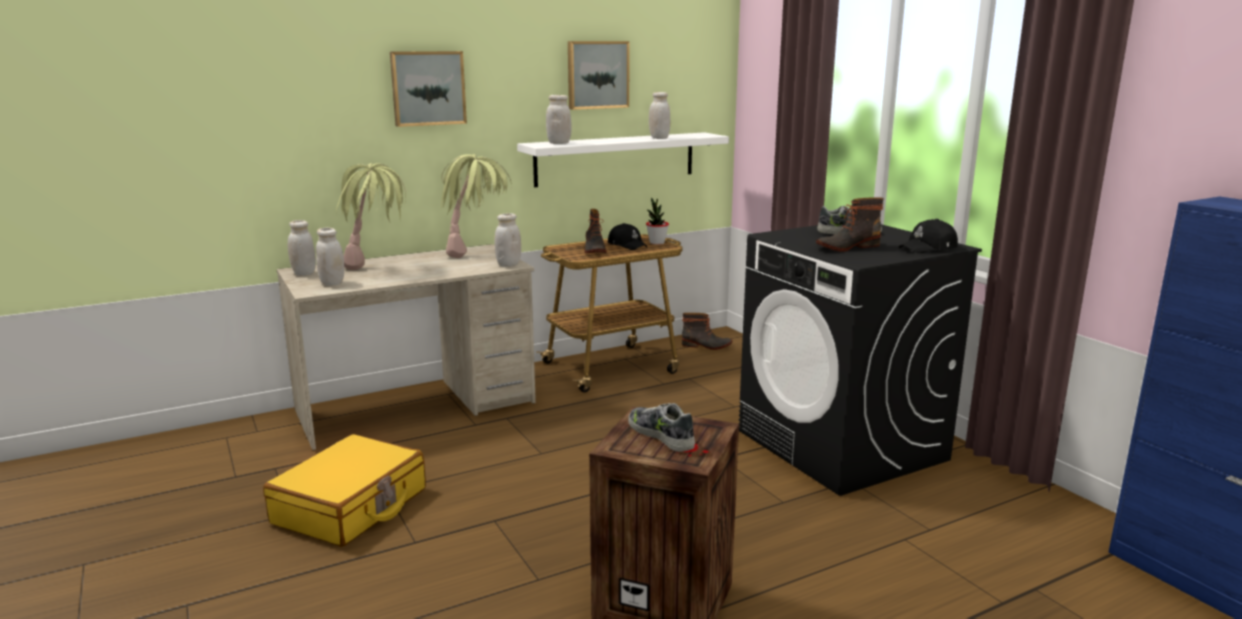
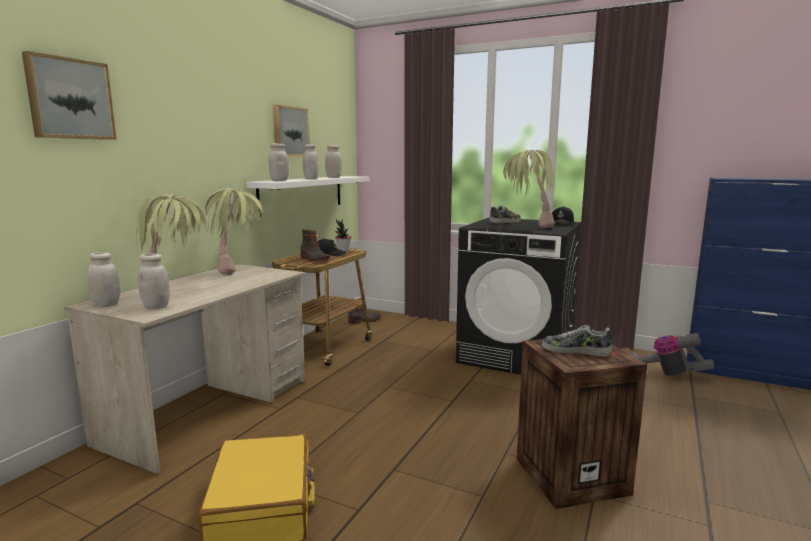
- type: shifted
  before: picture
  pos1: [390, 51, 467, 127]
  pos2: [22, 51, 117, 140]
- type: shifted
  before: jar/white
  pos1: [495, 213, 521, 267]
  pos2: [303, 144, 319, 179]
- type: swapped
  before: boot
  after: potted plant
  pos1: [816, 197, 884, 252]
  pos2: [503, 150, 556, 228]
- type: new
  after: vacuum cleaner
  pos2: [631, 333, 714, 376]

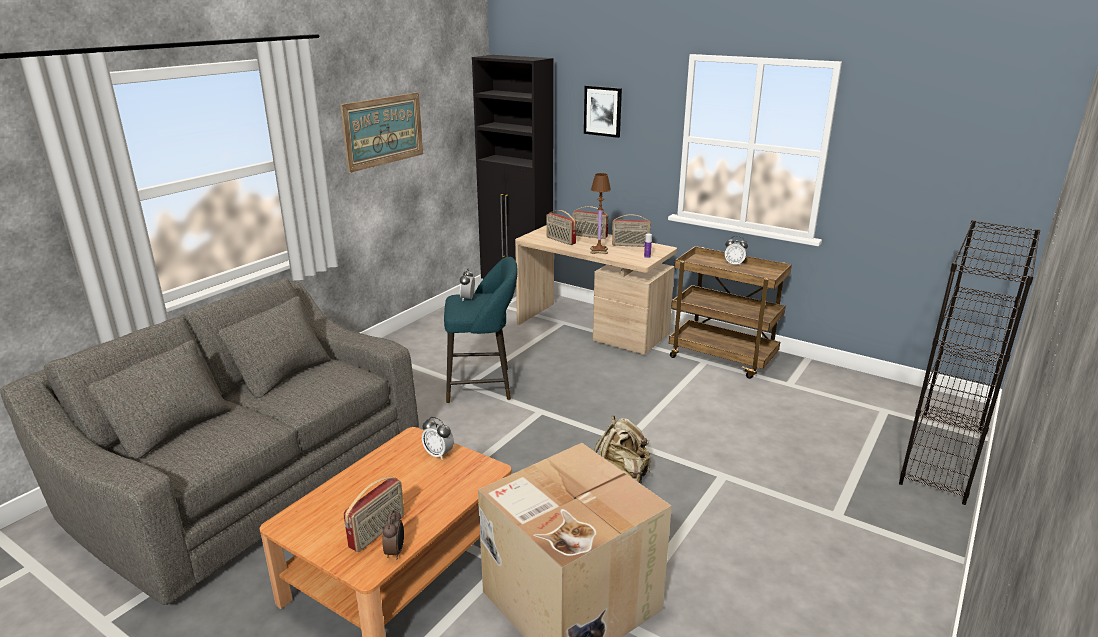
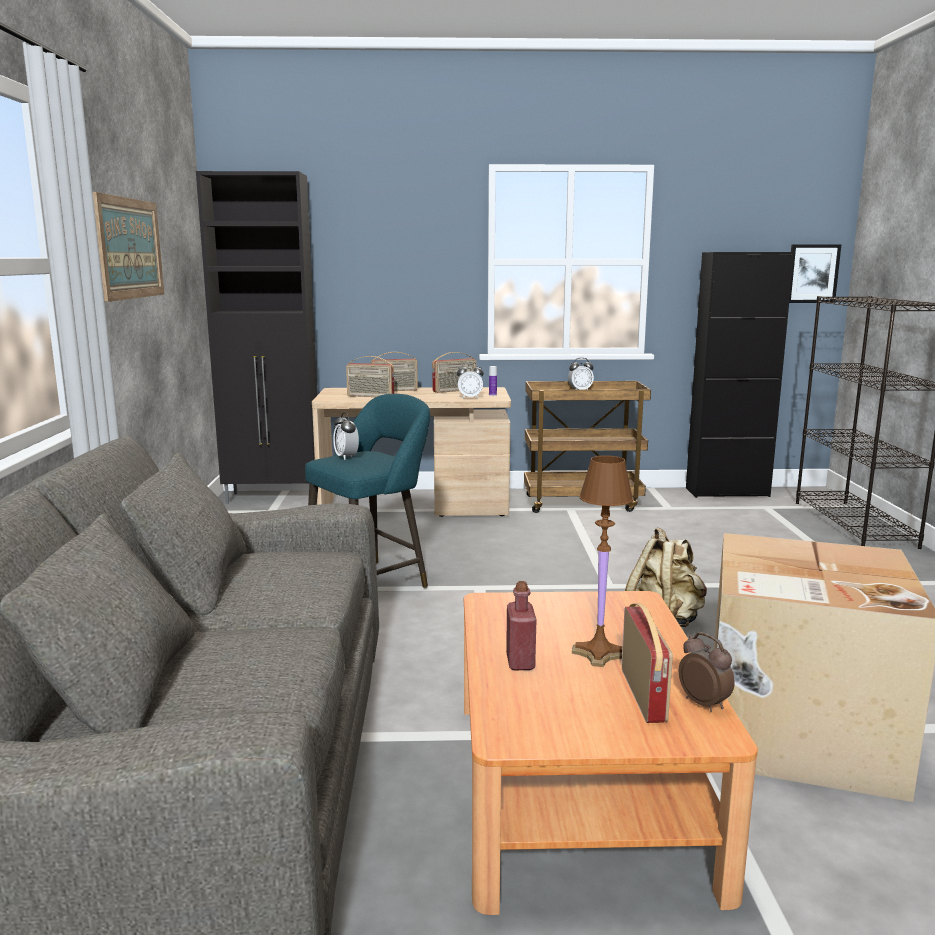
- type: shifted
  before: alarm clock
  pos1: [422, 417, 454, 460]
  pos2: [457, 362, 484, 399]
- type: new
  after: bottle/red
  pos2: [506, 581, 537, 670]
- type: shifted
  before: table lamp/brown
  pos1: [590, 173, 611, 254]
  pos2: [572, 456, 633, 667]
- type: new
  after: cabinet/black
  pos2: [686, 252, 794, 498]
- type: shifted
  before: picture
  pos1: [584, 85, 622, 138]
  pos2: [789, 245, 841, 303]

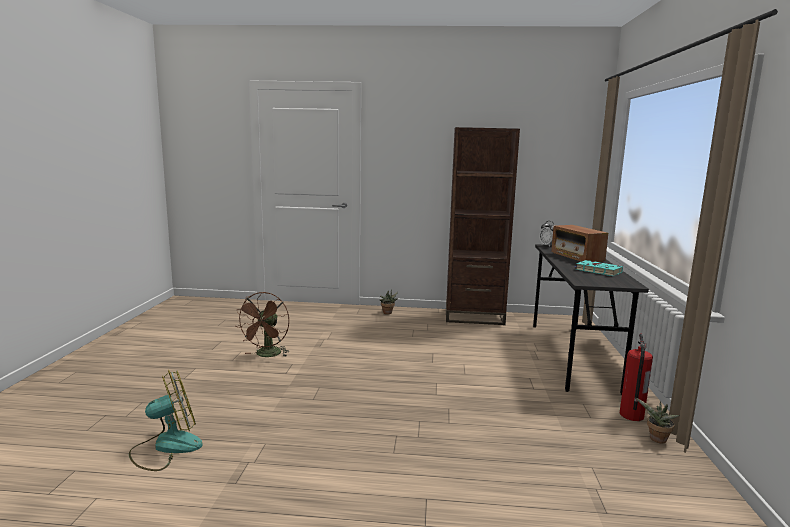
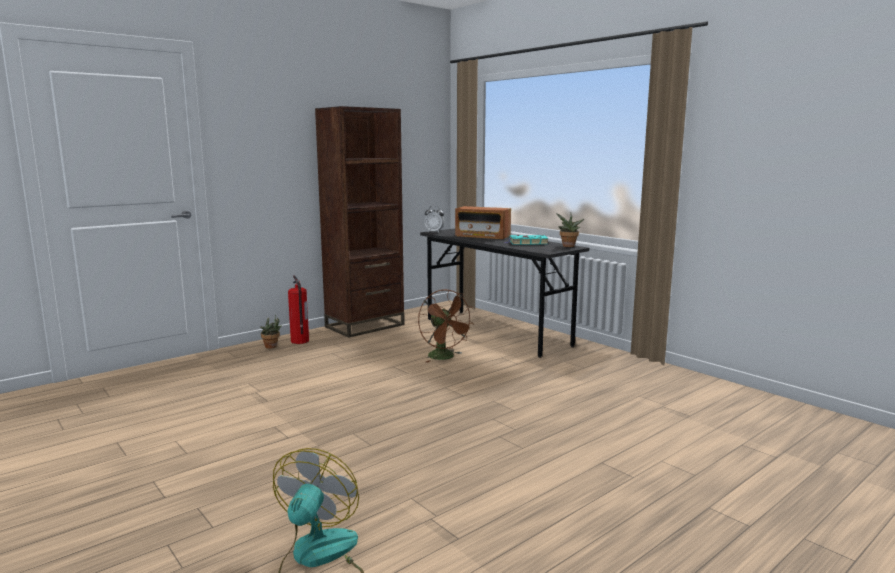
- type: shifted
  before: fire extinguisher
  pos1: [620, 334, 653, 421]
  pos2: [288, 275, 309, 344]
- type: shifted
  before: fan/brown
  pos1: [236, 292, 290, 357]
  pos2: [418, 289, 474, 363]
- type: shifted
  before: potted plant
  pos1: [635, 397, 680, 443]
  pos2: [556, 213, 584, 247]

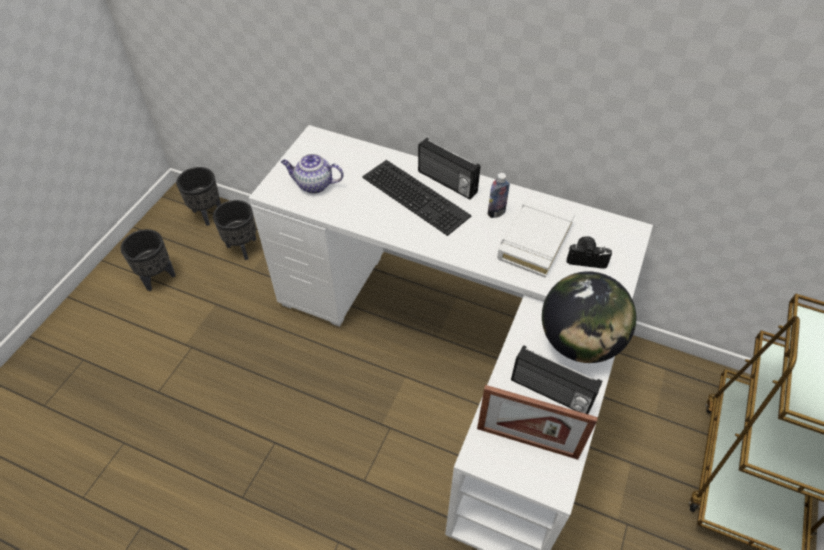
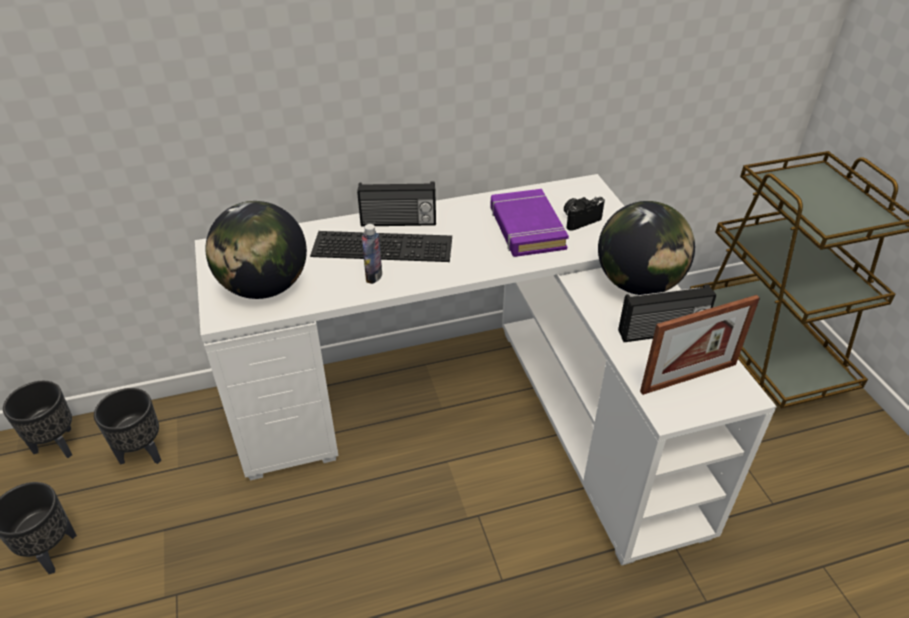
- type: swapped
  before: teapot
  after: globe
  pos1: [281, 154, 344, 194]
  pos2: [205, 201, 307, 299]
- type: shifted
  before: bottle
  pos1: [488, 173, 510, 218]
  pos2: [362, 224, 382, 284]
- type: repainted
  before: book/white
  after: book/purple
  pos1: [497, 198, 575, 278]
  pos2: [490, 189, 569, 257]

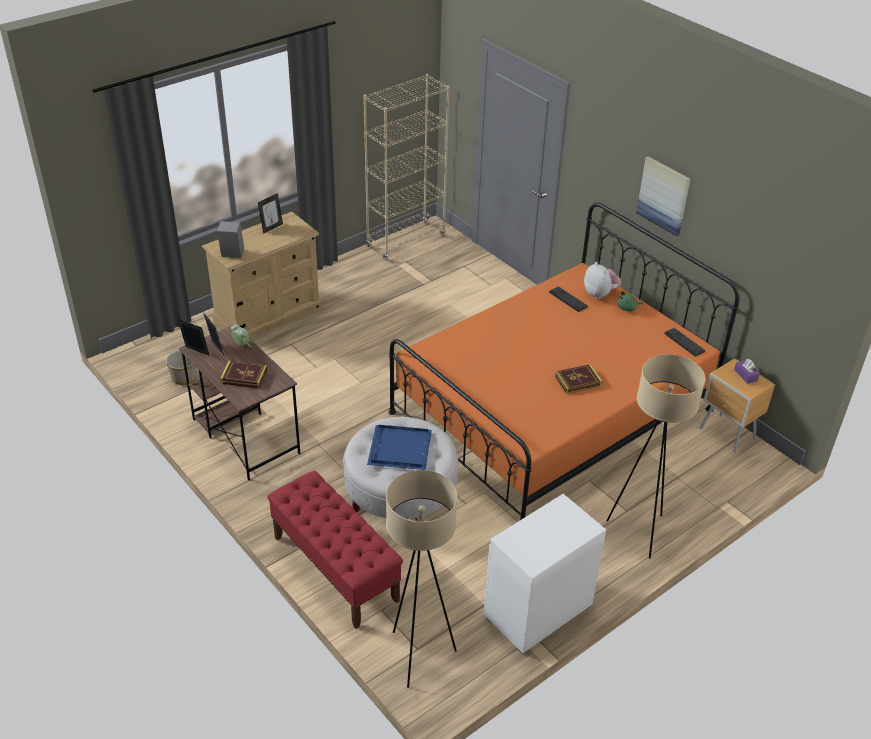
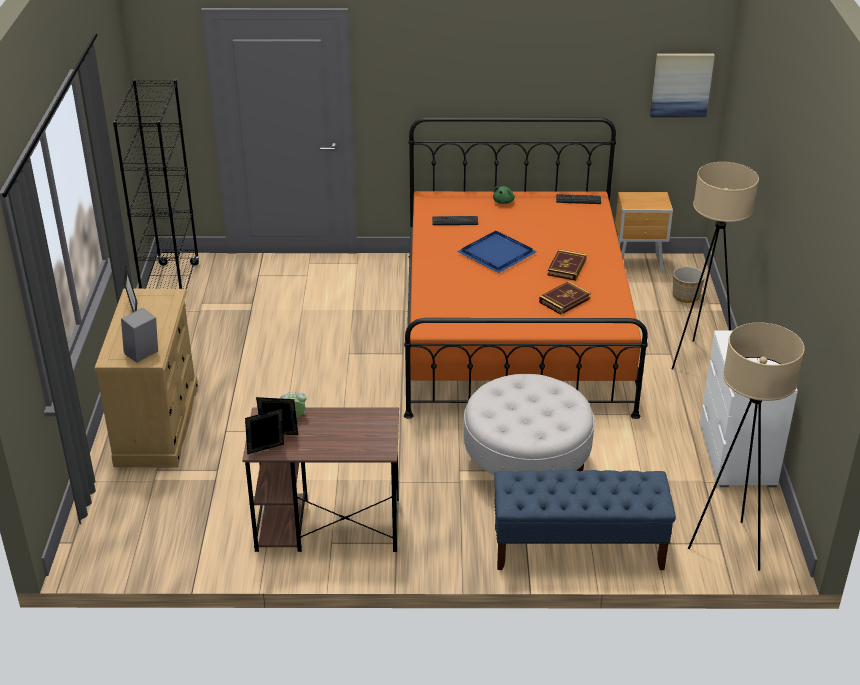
- type: repainted
  before: bookcase/beige
  after: bookcase/black
  pos1: [363, 74, 450, 261]
  pos2: [113, 79, 200, 306]
- type: shifted
  before: tray/blue
  pos1: [367, 425, 432, 470]
  pos2: [457, 231, 537, 273]
- type: repainted
  before: bench/red
  after: bench/blue
  pos1: [267, 471, 403, 629]
  pos2: [494, 470, 676, 570]
- type: shifted
  before: book
  pos1: [220, 361, 267, 389]
  pos2: [539, 281, 591, 315]
- type: shifted
  before: picture
  pos1: [636, 156, 691, 237]
  pos2: [650, 54, 715, 117]
- type: shifted
  before: planter
  pos1: [166, 350, 197, 385]
  pos2: [673, 266, 705, 303]
- type: gone
  before: plush toy
  pos1: [584, 262, 621, 299]
- type: gone
  before: tissue box/purple
  pos1: [734, 359, 760, 384]

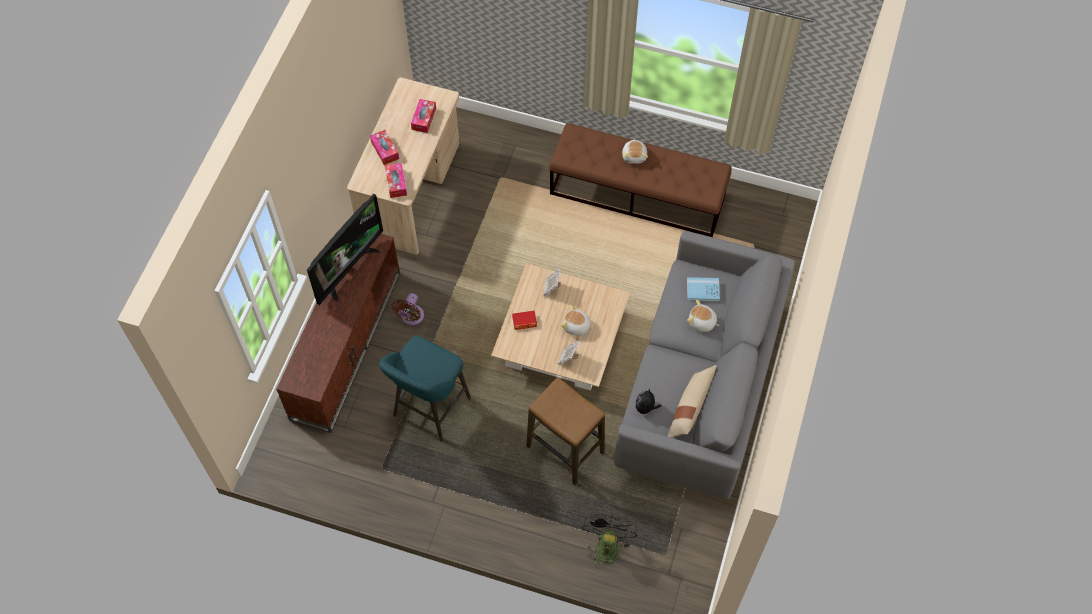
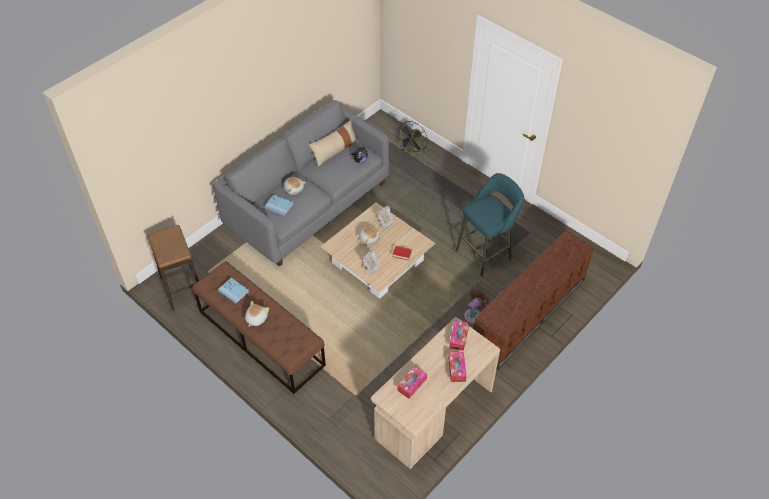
- type: shifted
  before: stool
  pos1: [526, 377, 605, 485]
  pos2: [148, 225, 199, 311]
- type: new
  after: book/blue
  pos2: [218, 278, 249, 304]
- type: gone
  before: television
  pos1: [307, 194, 383, 305]

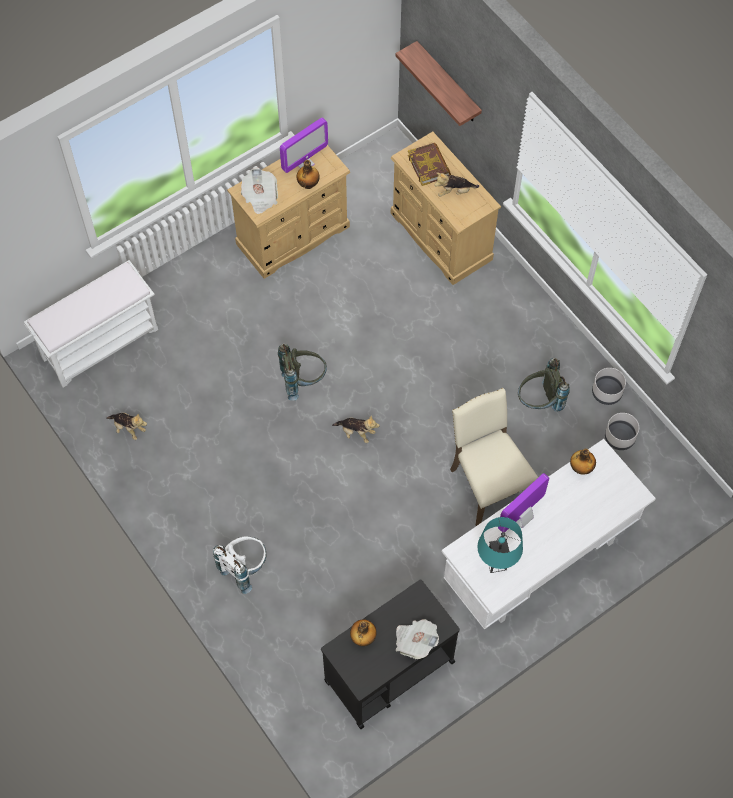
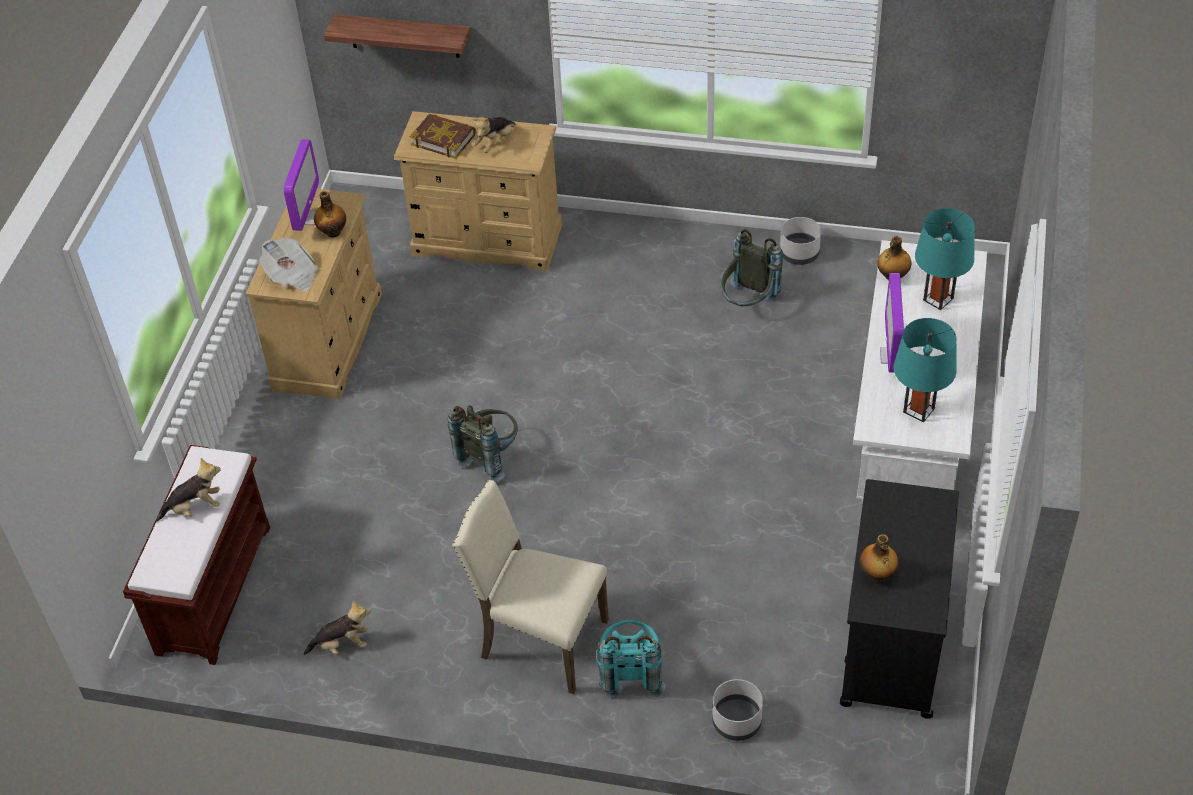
- type: repainted
  before: bench/white
  after: bench/brown
  pos1: [24, 260, 158, 388]
  pos2: [123, 445, 270, 665]
- type: shifted
  before: plush toy
  pos1: [332, 415, 380, 443]
  pos2: [156, 458, 221, 522]
- type: shifted
  before: chair/beige
  pos1: [450, 388, 538, 526]
  pos2: [452, 480, 609, 694]
- type: repainted
  before: backpack/white
  after: backpack/turquoise
  pos1: [213, 536, 266, 594]
  pos2: [597, 620, 666, 698]
- type: shifted
  before: planter/grey
  pos1: [605, 413, 639, 450]
  pos2: [712, 679, 763, 741]
- type: new
  after: table lamp/turquoise
  pos2: [915, 208, 975, 310]
- type: gone
  before: newspaper
  pos1: [396, 619, 439, 659]

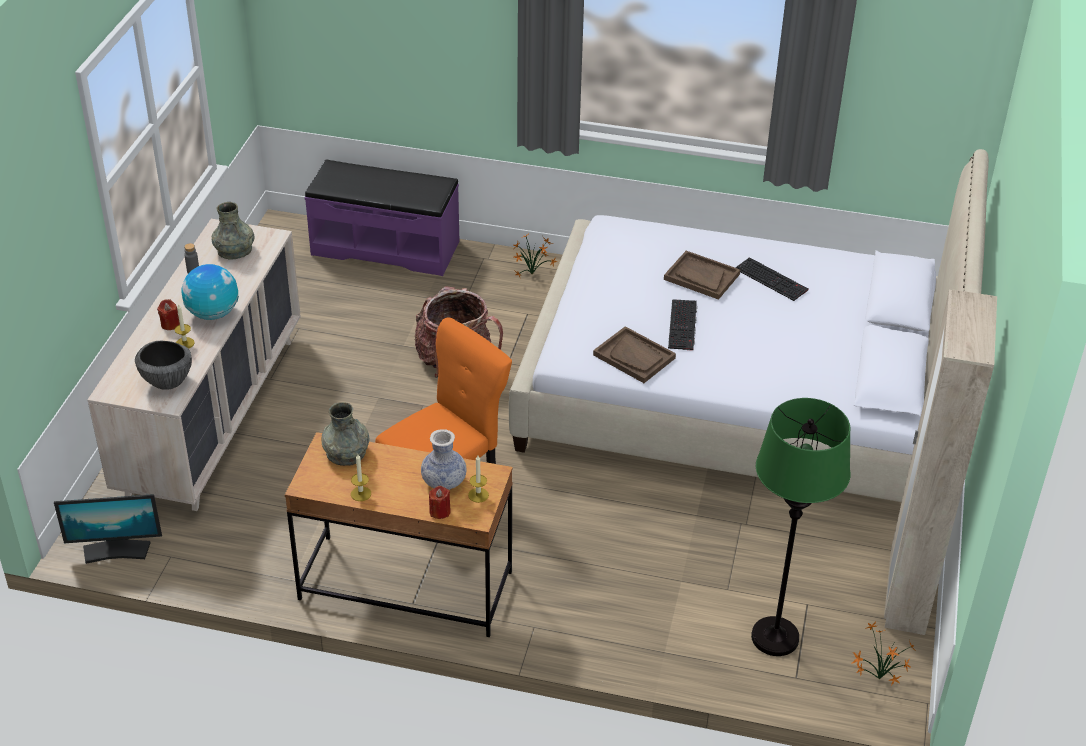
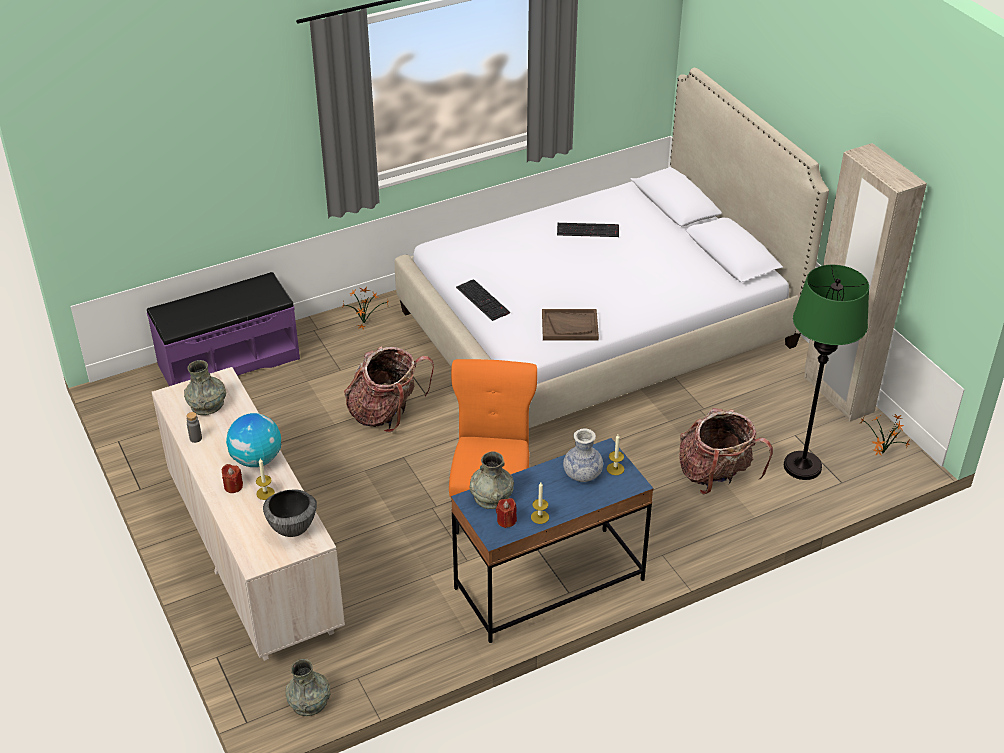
- type: swapped
  before: monitor
  after: vase/grey
  pos1: [54, 494, 162, 564]
  pos2: [285, 659, 330, 716]
- type: repainted
  before: desk/brown
  after: desk/blue
  pos1: [285, 432, 513, 637]
  pos2: [451, 438, 654, 643]
- type: shifted
  before: keyboard
  pos1: [668, 299, 697, 351]
  pos2: [456, 279, 510, 321]
- type: shifted
  before: candle/red
  pos1: [429, 486, 451, 519]
  pos2: [496, 498, 517, 528]
- type: new
  after: backpack
  pos2: [679, 408, 773, 495]
- type: gone
  before: tray/brown
  pos1: [664, 251, 740, 300]

